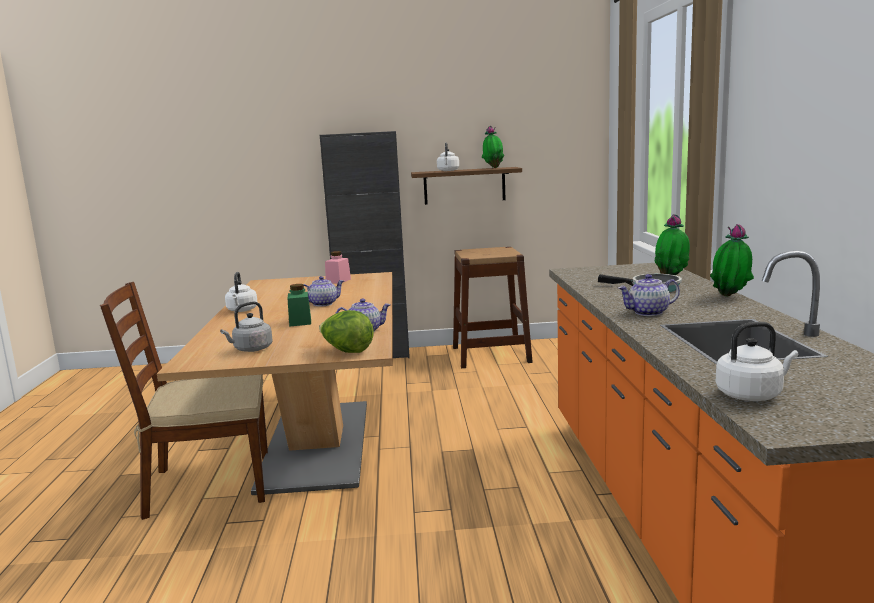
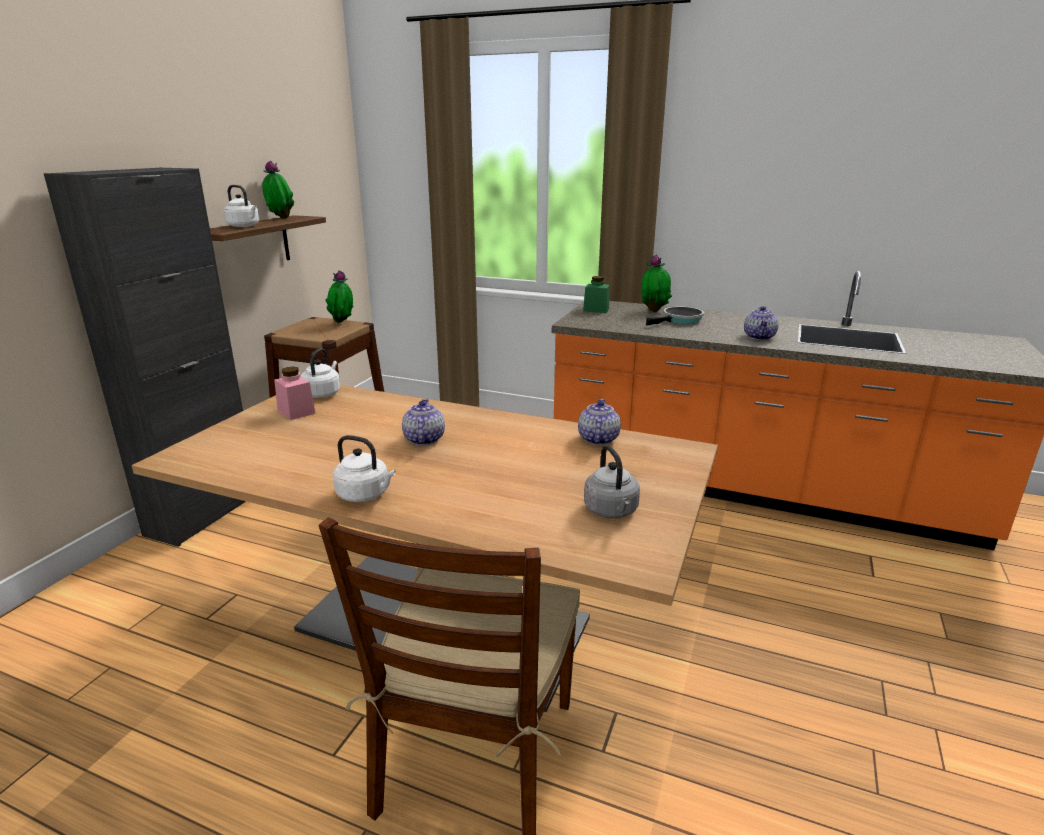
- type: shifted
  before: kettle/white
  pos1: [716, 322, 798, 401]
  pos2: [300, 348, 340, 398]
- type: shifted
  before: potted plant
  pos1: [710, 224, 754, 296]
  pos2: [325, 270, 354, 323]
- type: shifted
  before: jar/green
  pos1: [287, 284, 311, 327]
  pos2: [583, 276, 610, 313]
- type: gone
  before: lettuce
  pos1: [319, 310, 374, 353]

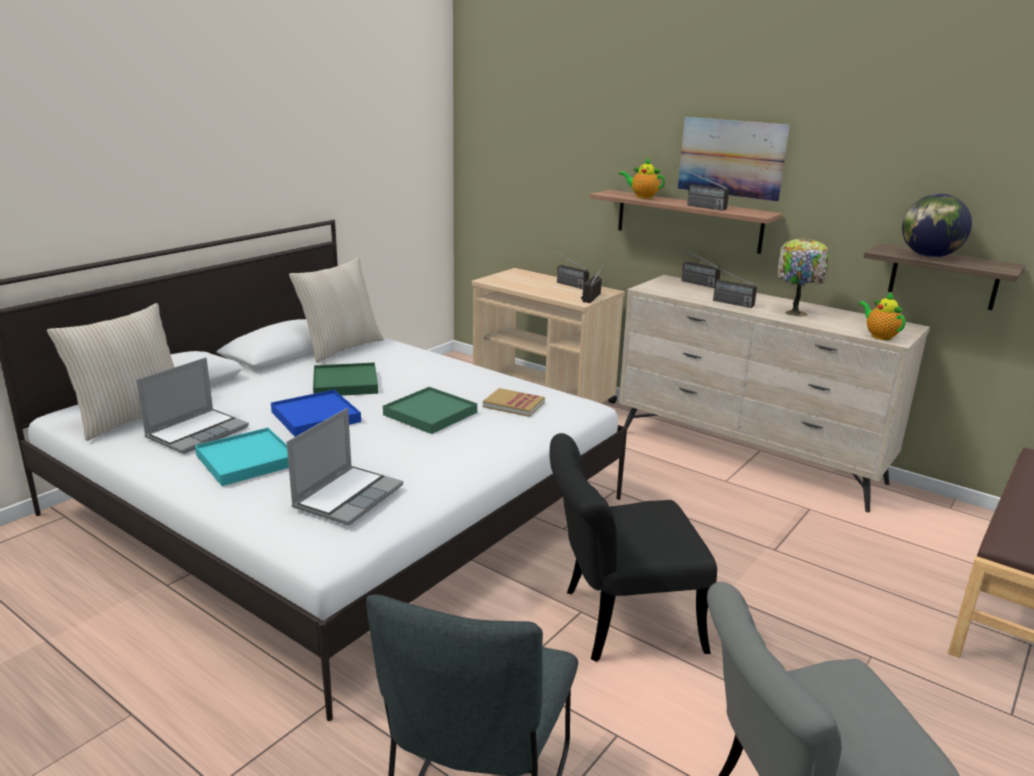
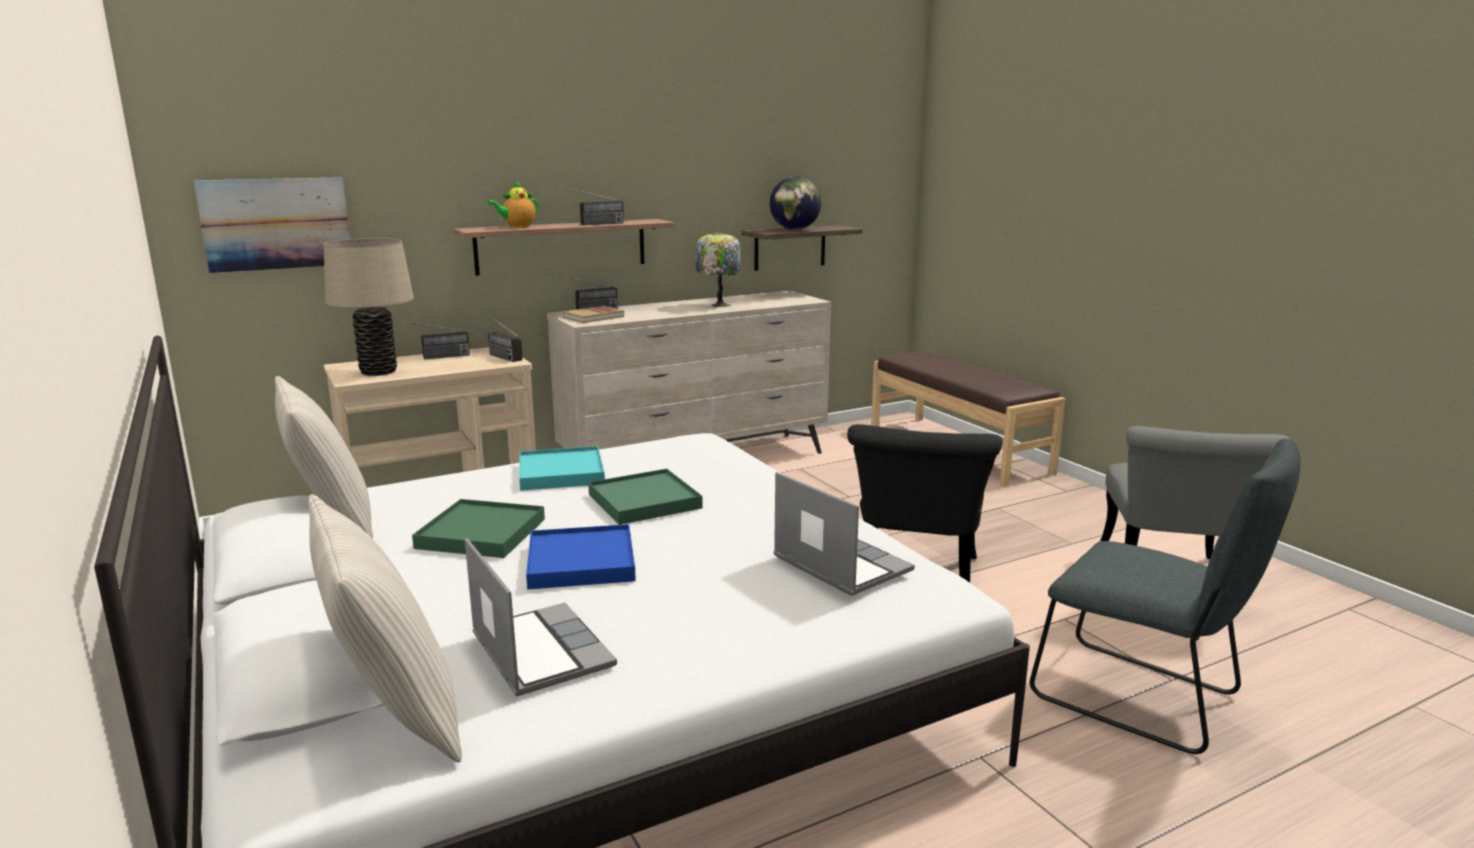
- type: shifted
  before: picture
  pos1: [678, 117, 790, 202]
  pos2: [194, 177, 350, 273]
- type: new
  after: table lamp/beige
  pos2: [324, 238, 414, 376]
- type: shifted
  before: tray/turquoise
  pos1: [195, 428, 289, 486]
  pos2: [519, 446, 605, 491]
- type: shifted
  before: book
  pos1: [483, 388, 545, 417]
  pos2: [563, 306, 624, 323]
- type: gone
  before: radio
  pos1: [700, 260, 757, 308]
- type: gone
  before: teapot
  pos1: [859, 292, 906, 340]

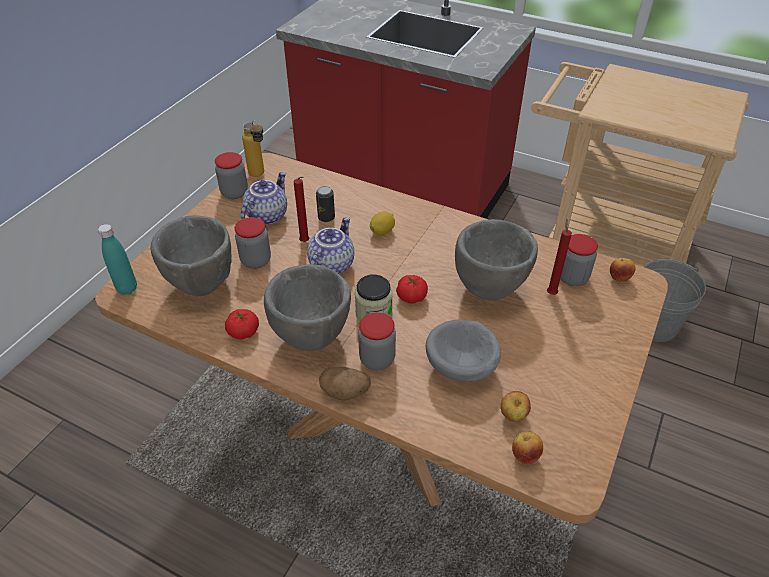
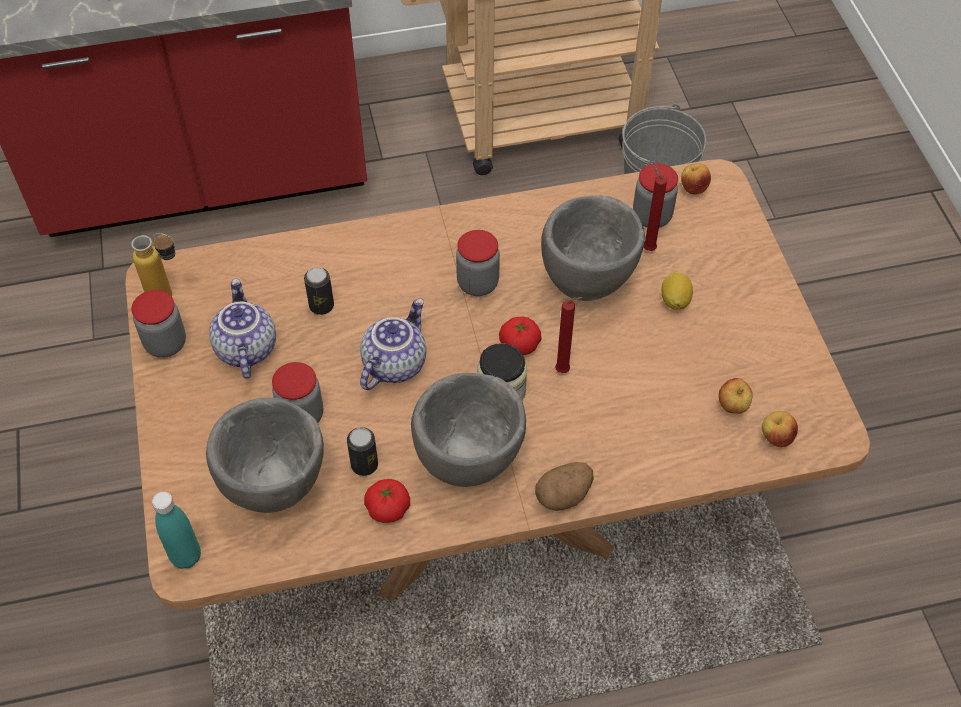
- type: new
  after: can
  pos2: [347, 427, 378, 476]
- type: rotated
  before: teapot
  pos1: [307, 217, 354, 274]
  pos2: [360, 298, 426, 390]
  turn: 45
- type: shifted
  before: jar
  pos1: [358, 313, 396, 370]
  pos2: [456, 230, 500, 296]
- type: shifted
  before: candle/red
  pos1: [294, 177, 309, 242]
  pos2: [555, 297, 583, 373]
- type: shifted
  before: lemon
  pos1: [370, 211, 395, 235]
  pos2: [662, 271, 693, 310]
- type: gone
  before: bowl/grey
  pos1: [426, 319, 501, 381]

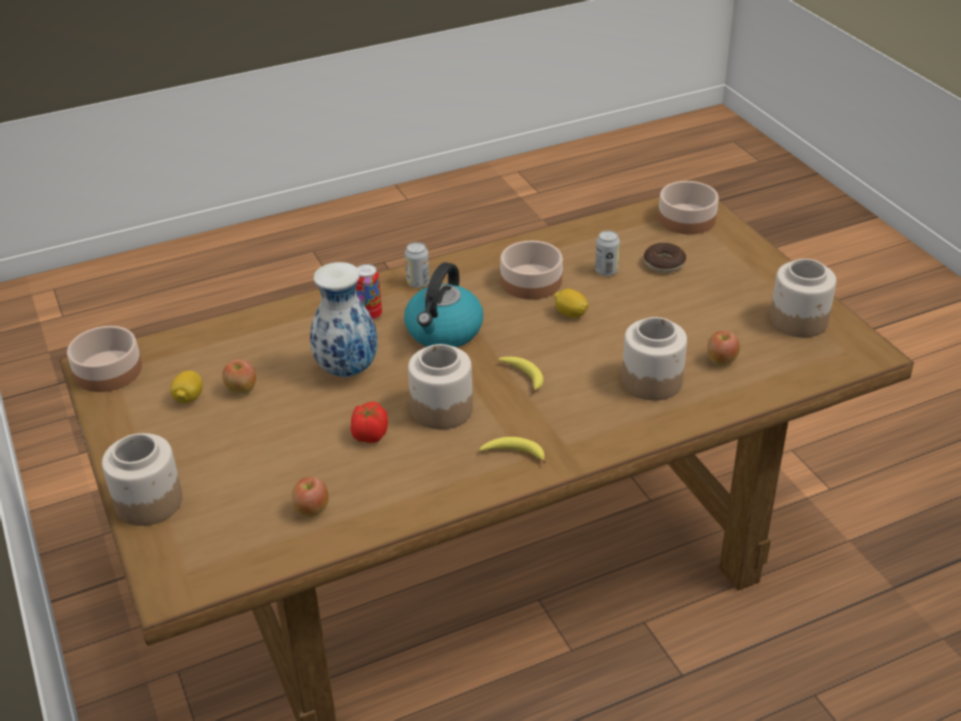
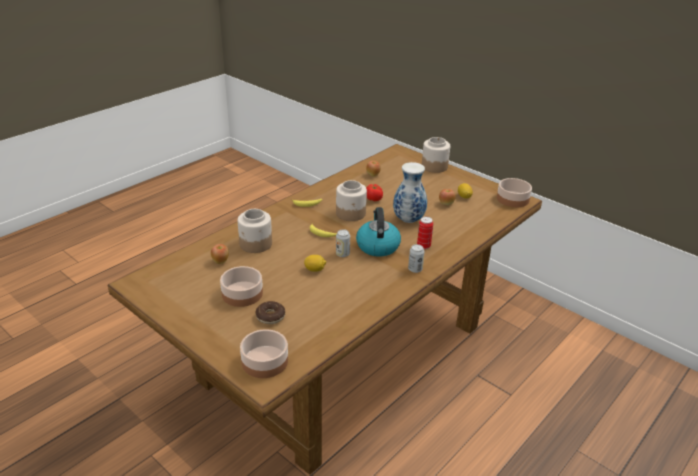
- type: shifted
  before: bowl
  pos1: [500, 241, 563, 299]
  pos2: [220, 266, 263, 307]
- type: shifted
  before: can
  pos1: [595, 230, 620, 276]
  pos2: [336, 229, 350, 257]
- type: gone
  before: jar
  pos1: [770, 259, 836, 337]

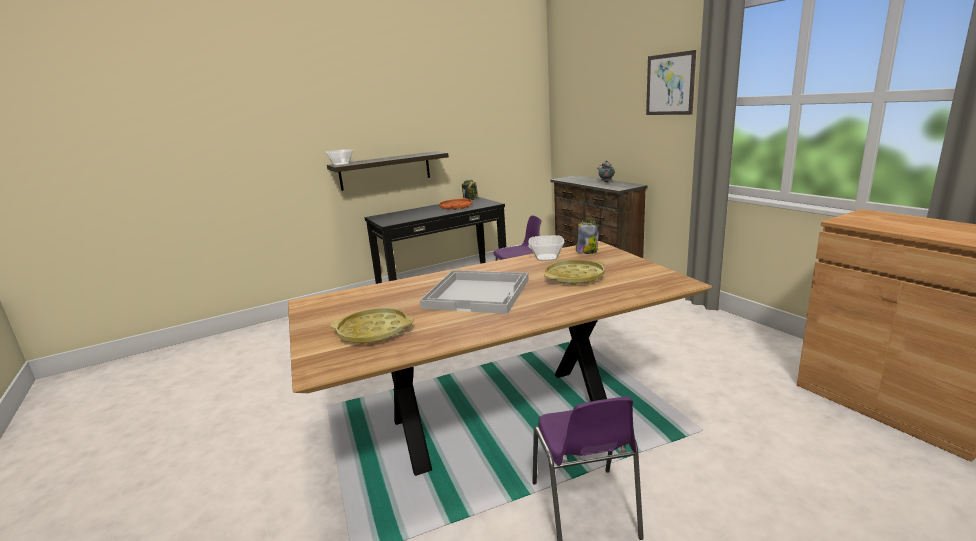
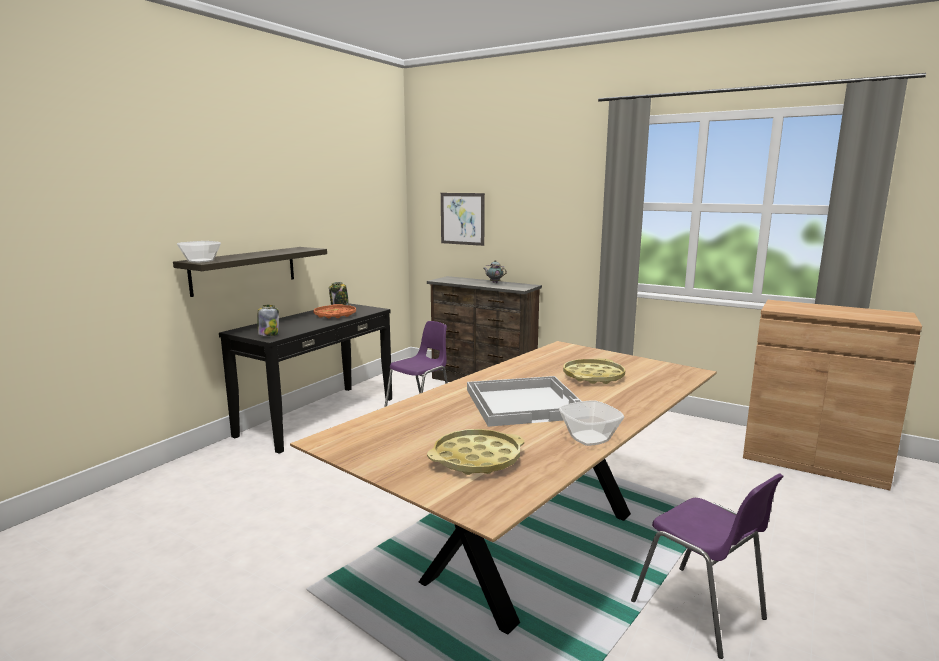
- type: shifted
  before: jar
  pos1: [576, 220, 599, 254]
  pos2: [258, 305, 279, 336]
- type: shifted
  before: picture
  pos1: [646, 50, 696, 115]
  pos2: [441, 193, 485, 246]
- type: shifted
  before: bowl
  pos1: [528, 235, 564, 261]
  pos2: [559, 400, 624, 446]

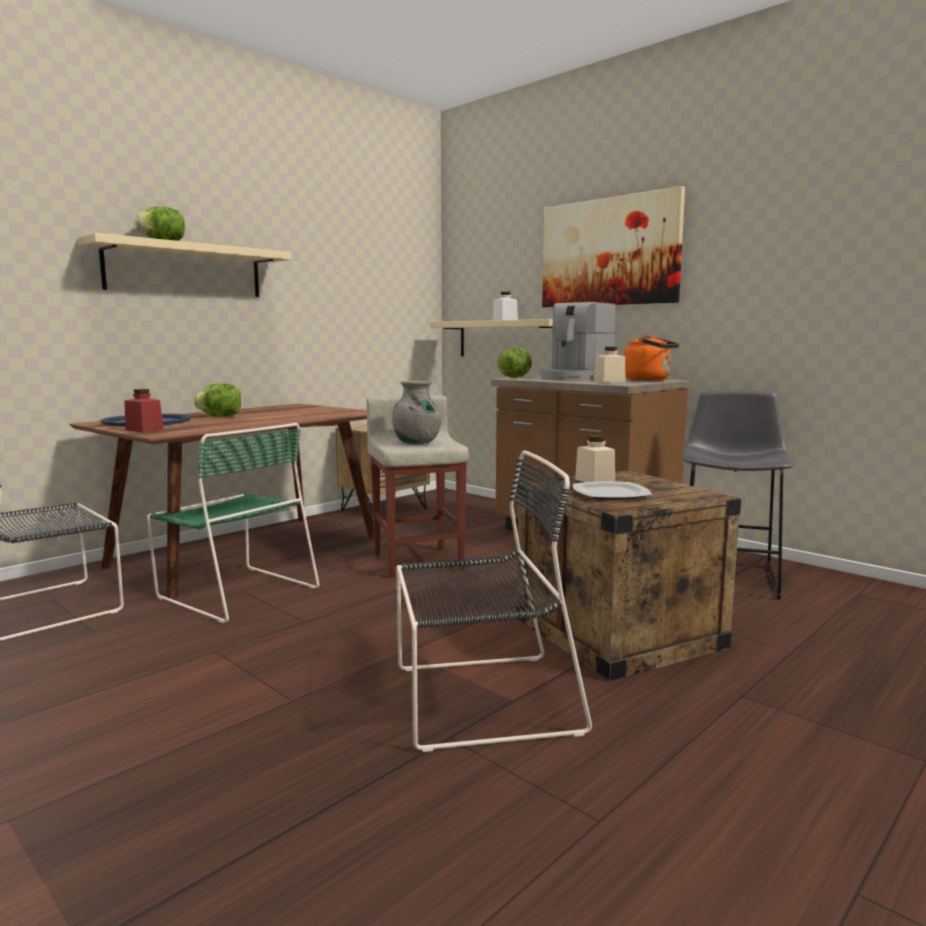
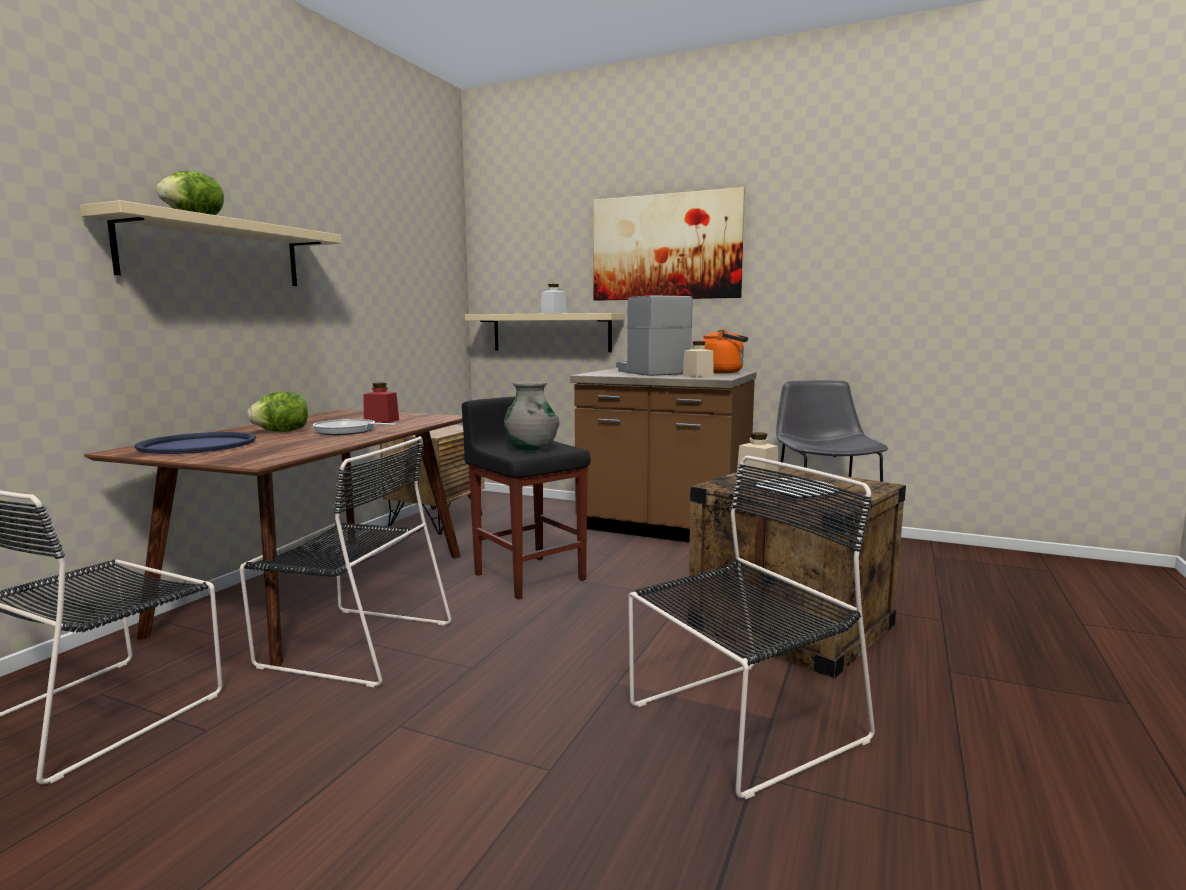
- type: repainted
  before: chair/green
  after: chair/black
  pos1: [147, 423, 319, 623]
  pos2: [240, 436, 452, 687]
- type: new
  after: frying pan
  pos2: [313, 419, 396, 435]
- type: shifted
  before: jar/red
  pos1: [124, 389, 164, 432]
  pos2: [363, 382, 399, 423]
- type: repainted
  before: stool/beige
  after: stool/black
  pos1: [366, 395, 469, 578]
  pos2: [462, 396, 590, 600]
- type: rotated
  before: coffee machine
  pos1: [539, 302, 616, 381]
  pos2: [616, 295, 693, 376]
  turn: 135
- type: gone
  before: lettuce
  pos1: [497, 347, 532, 378]

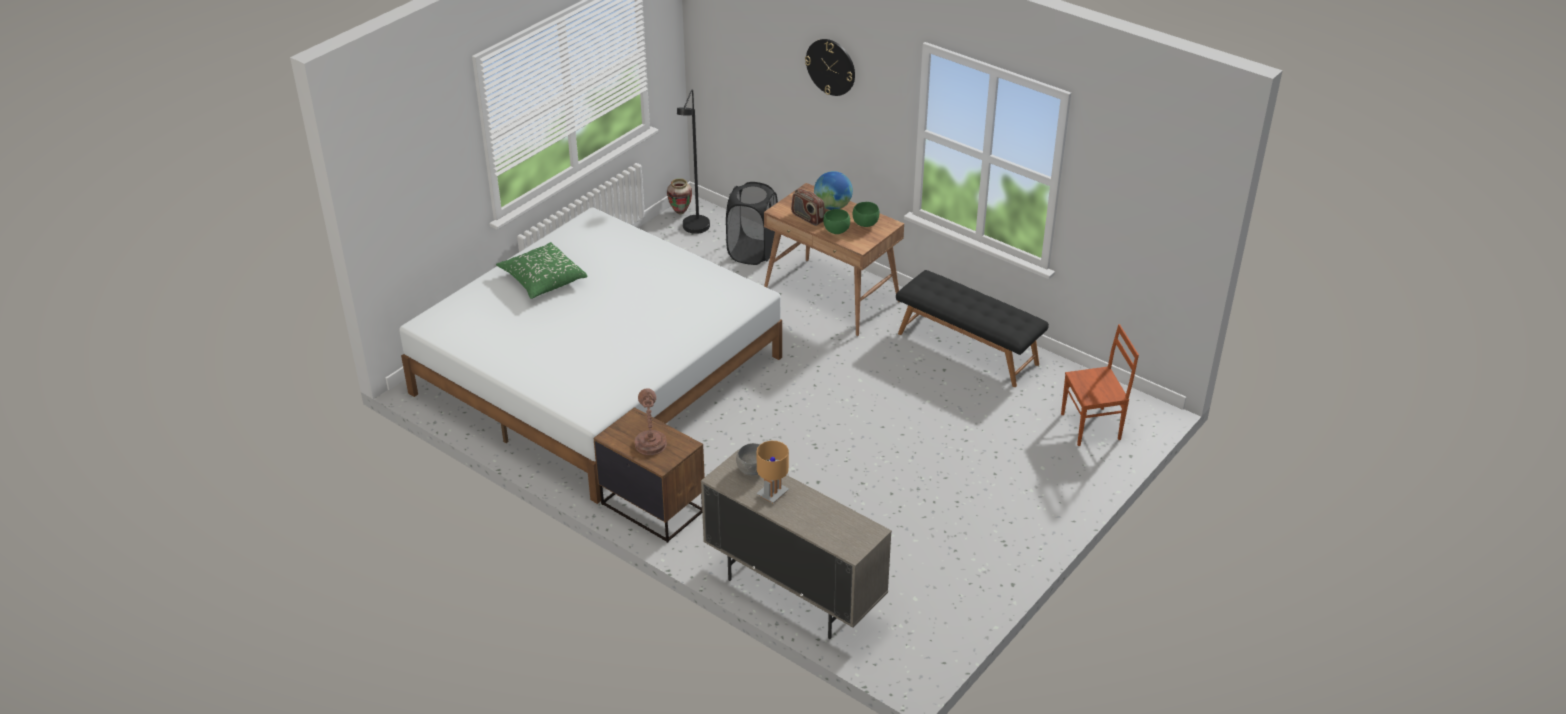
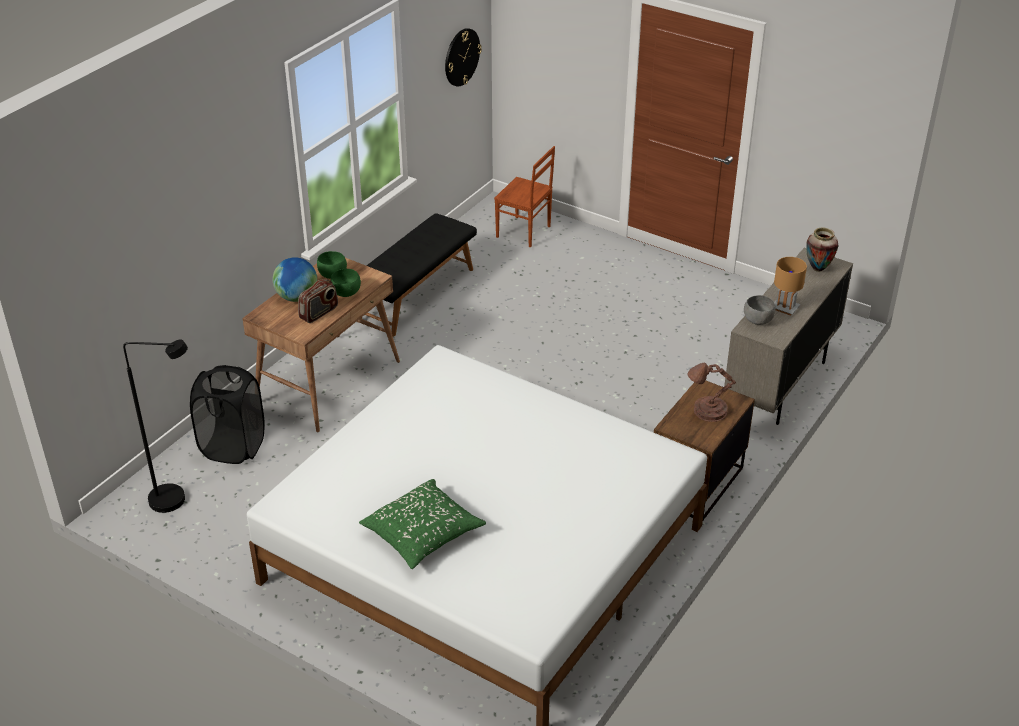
- type: shifted
  before: wall clock
  pos1: [805, 39, 855, 96]
  pos2: [445, 28, 482, 87]
- type: rotated
  before: chair/brown
  pos1: [1061, 324, 1139, 446]
  pos2: [494, 146, 555, 248]
  turn: 135
- type: shifted
  before: vase
  pos1: [667, 178, 692, 214]
  pos2: [806, 227, 838, 272]

